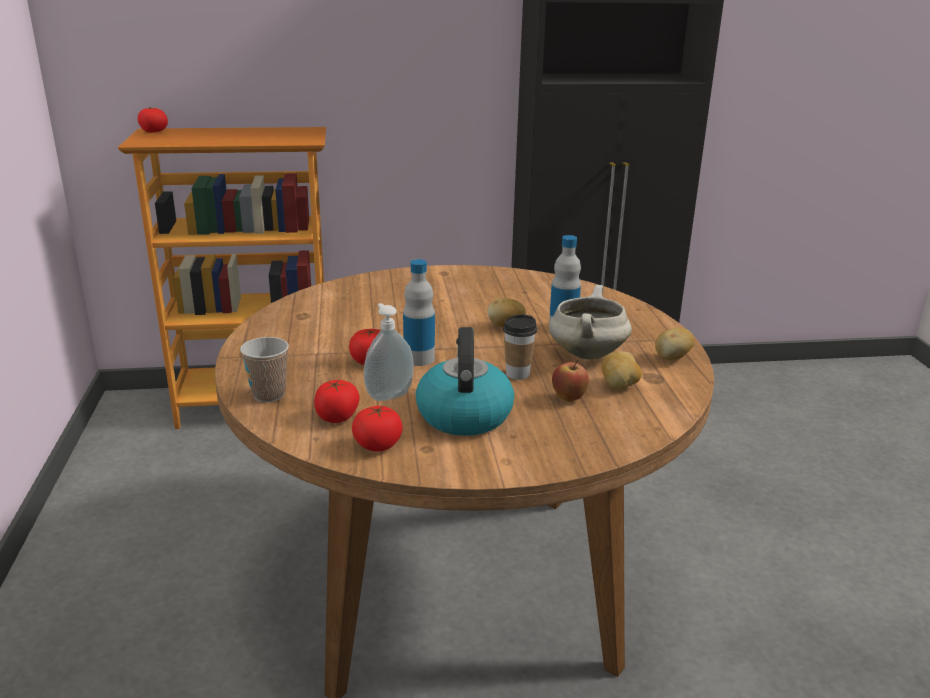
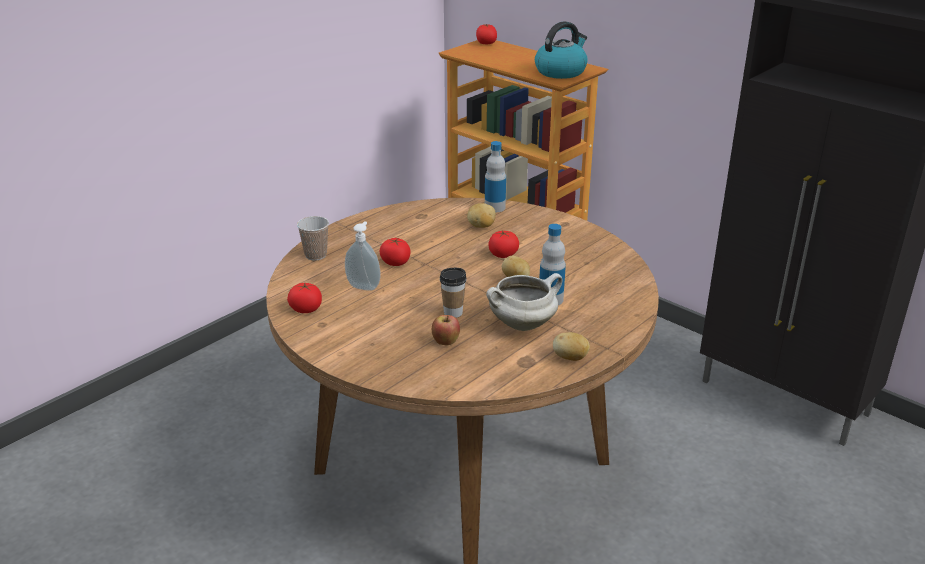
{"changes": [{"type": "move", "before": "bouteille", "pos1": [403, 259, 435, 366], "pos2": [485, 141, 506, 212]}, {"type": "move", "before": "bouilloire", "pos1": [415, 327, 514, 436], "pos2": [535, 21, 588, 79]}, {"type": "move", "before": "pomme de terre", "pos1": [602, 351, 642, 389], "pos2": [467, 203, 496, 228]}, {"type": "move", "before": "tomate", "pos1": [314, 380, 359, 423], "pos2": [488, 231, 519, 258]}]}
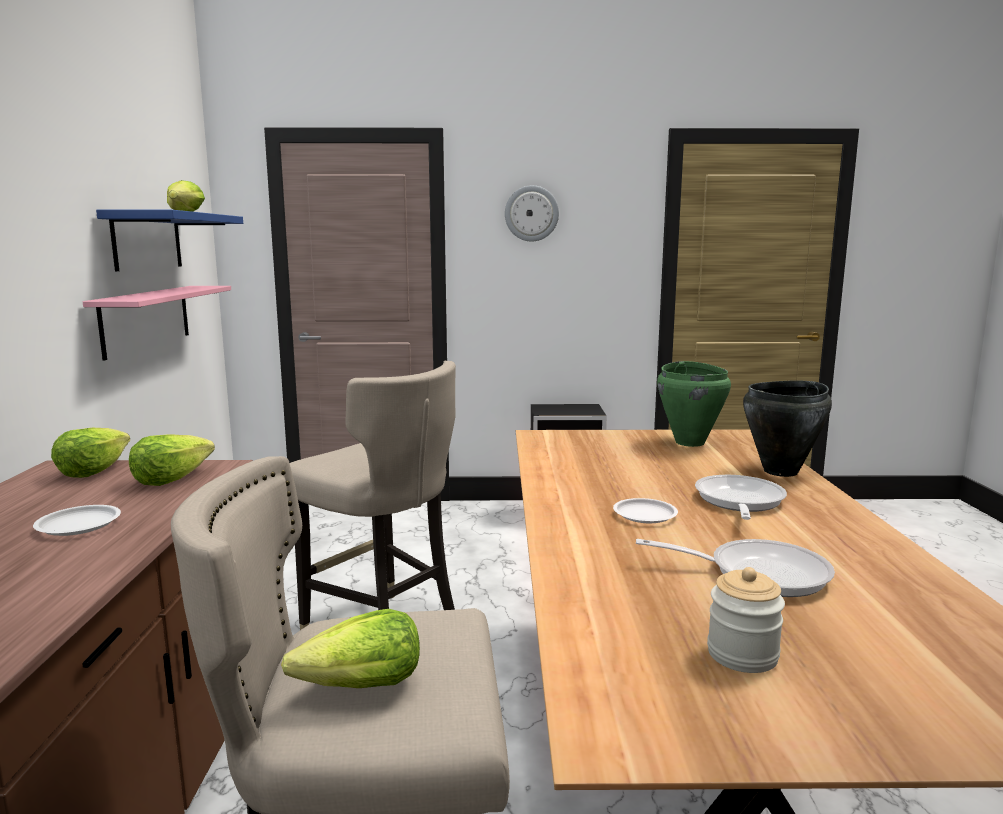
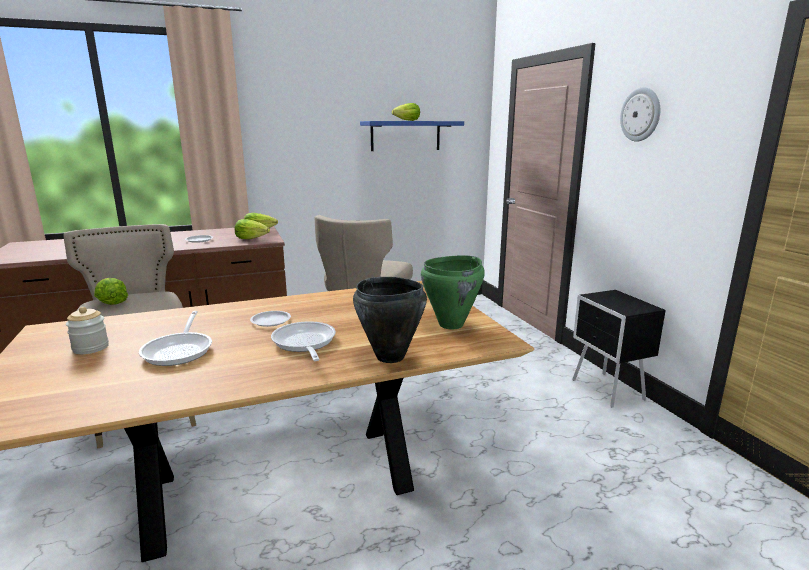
{"changes": [{"type": "delete", "before": "étagère (rose)", "pos1": [83, 286, 231, 361]}, {"type": "rotate", "before": "poêle", "pos1": [695, 475, 787, 520], "pos2": [271, 321, 336, 361], "turn": -105}]}
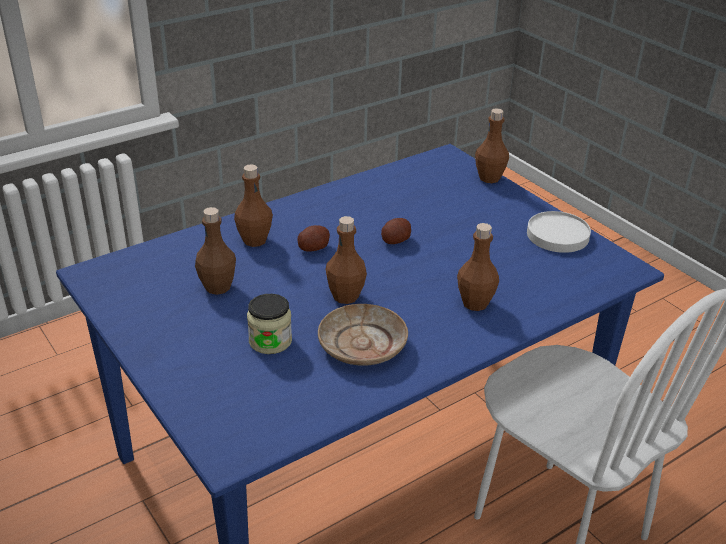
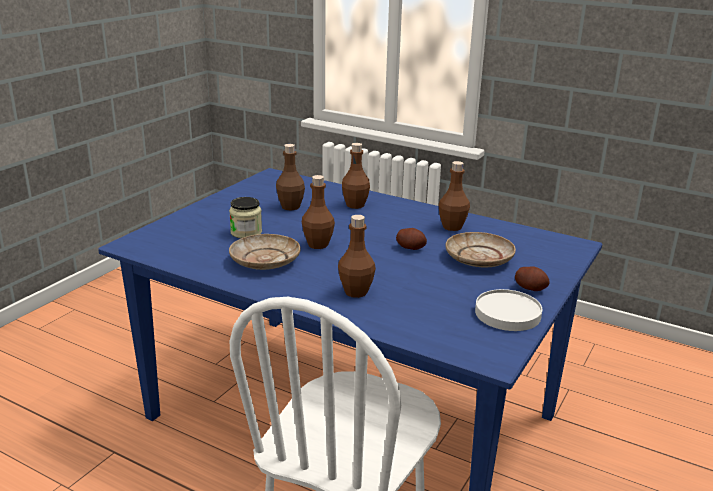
{"changes": [{"type": "move", "before": "bouteille (marron)", "pos1": [475, 108, 509, 183], "pos2": [439, 161, 470, 231]}, {"type": "move", "before": "pomme de terre", "pos1": [298, 225, 330, 252], "pos2": [515, 266, 549, 291]}, {"type": "insert", "after": "assiette (beige)", "pos2": [445, 232, 516, 268]}]}
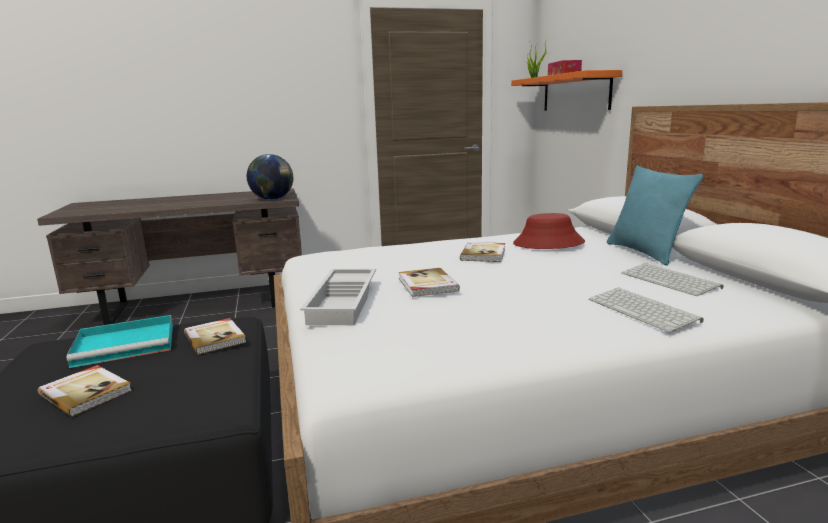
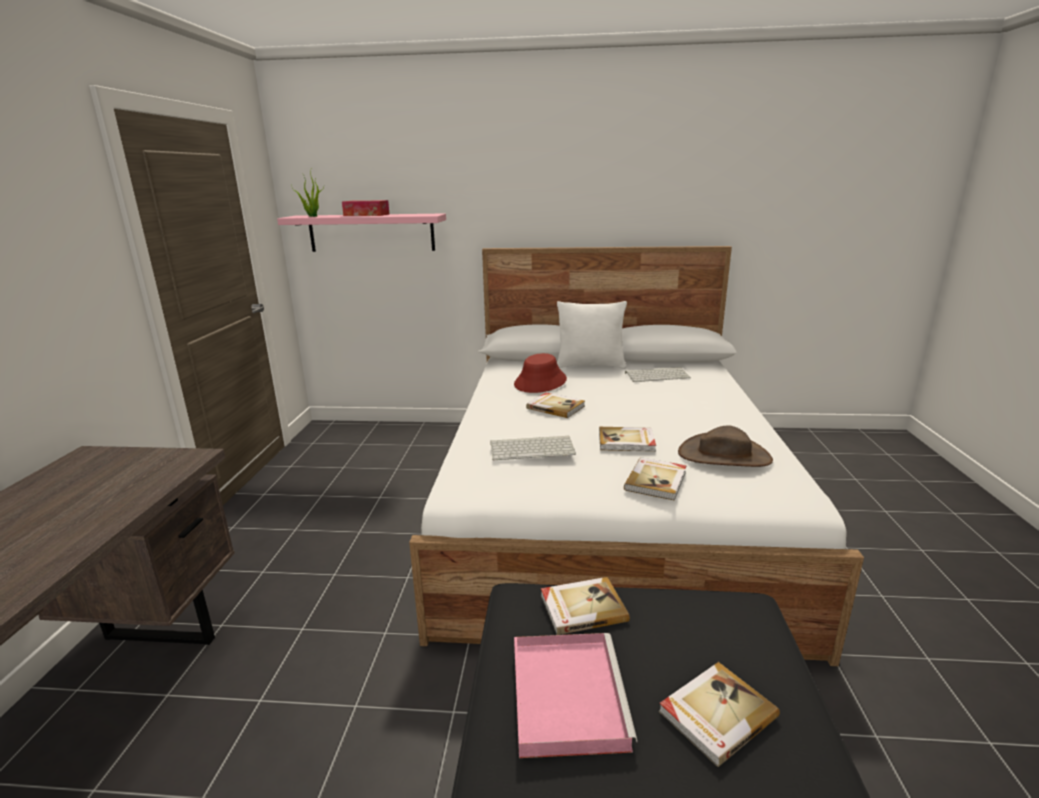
{"changes": [{"type": "recolor", "before": "étagère (orange)", "after": "étagère (rose)", "pos1": [511, 70, 622, 111], "pos2": [277, 213, 446, 252]}, {"type": "delete", "before": "globe", "pos1": [247, 154, 293, 200]}, {"type": "recolor", "before": "coussin (turquoise)", "after": "coussin (blanc)", "pos1": [607, 166, 703, 265], "pos2": [557, 301, 627, 369]}, {"type": "replace", "before": "plateau (blanc)", "after": "livre", "pos1": [300, 269, 376, 325], "pos2": [624, 457, 687, 501]}, {"type": "move", "before": "clavier", "pos1": [589, 287, 704, 332], "pos2": [490, 436, 576, 460]}, {"type": "recolor", "before": "plateau (turquoise)", "after": "plateau (rose)", "pos1": [67, 315, 173, 368], "pos2": [514, 633, 637, 758]}, {"type": "insert", "after": "chapeau (marron)", "pos2": [678, 425, 773, 467]}]}
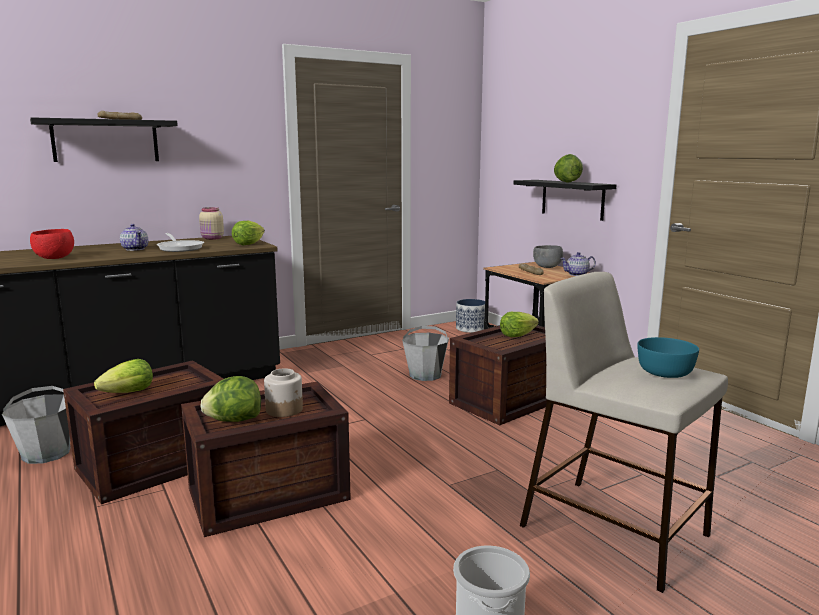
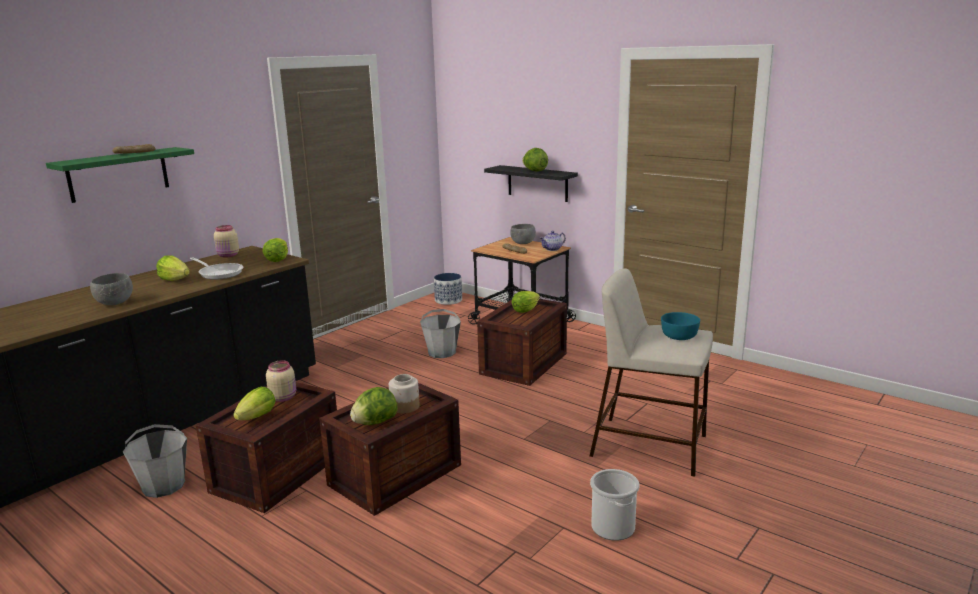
{"changes": [{"type": "recolor", "before": "étagère (noir)", "after": "étagère (vert)", "pos1": [30, 117, 178, 162], "pos2": [46, 147, 194, 203]}, {"type": "replace", "before": "théière", "after": "laitue", "pos1": [120, 224, 148, 251], "pos2": [156, 255, 190, 281]}, {"type": "recolor", "before": "bol (rouge)", "after": "bol (gris)", "pos1": [30, 229, 74, 259], "pos2": [90, 273, 133, 305]}, {"type": "insert", "after": "bocal (beige)", "pos2": [266, 360, 296, 402]}]}
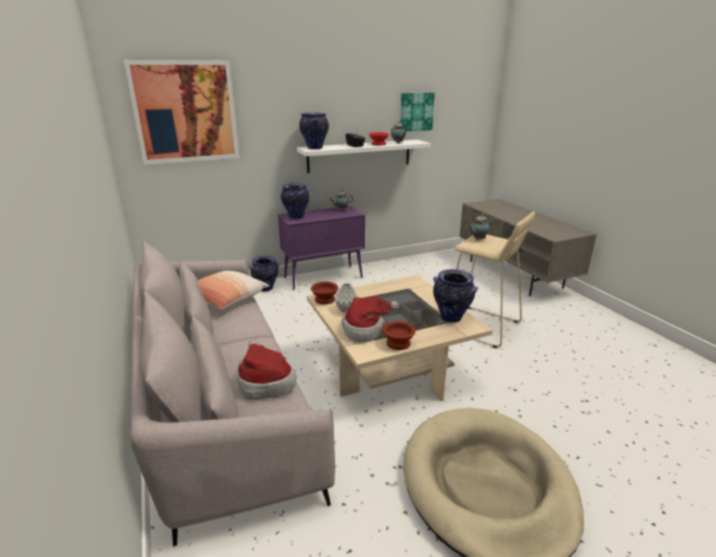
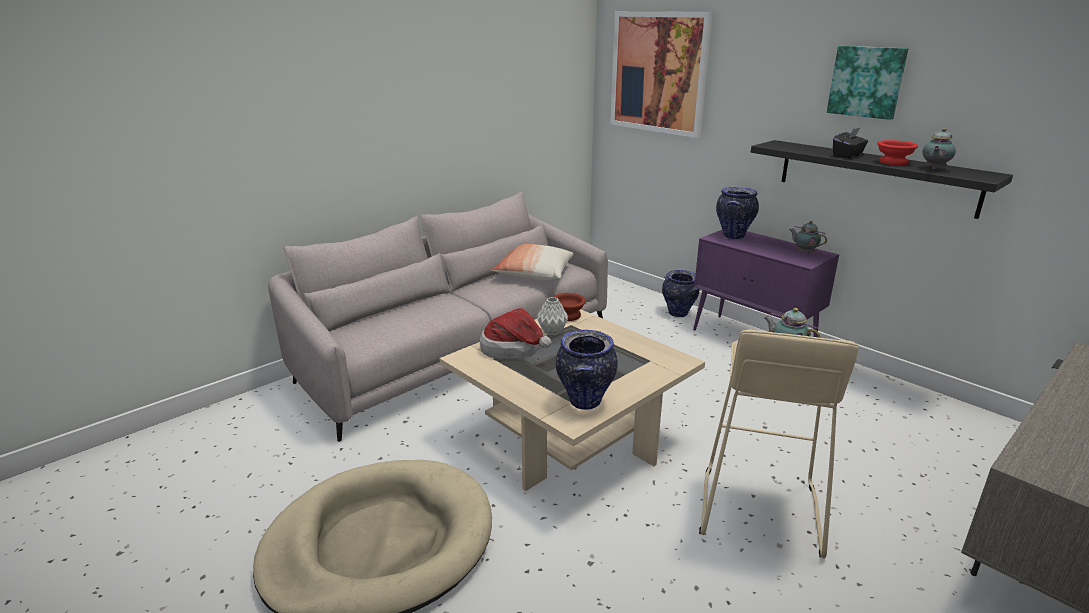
{"changes": [{"type": "move", "before": "tableau", "pos1": [400, 92, 435, 131], "pos2": [827, 46, 908, 120]}, {"type": "delete", "before": "vase", "pos1": [299, 112, 329, 149]}, {"type": "recolor", "before": "étagère (blanc)", "after": "étagère (noir)", "pos1": [297, 140, 431, 173], "pos2": [751, 140, 1013, 219]}, {"type": "delete", "before": "bol (marron)", "pos1": [383, 321, 416, 350]}, {"type": "delete", "before": "chapeau", "pos1": [237, 340, 296, 400]}]}
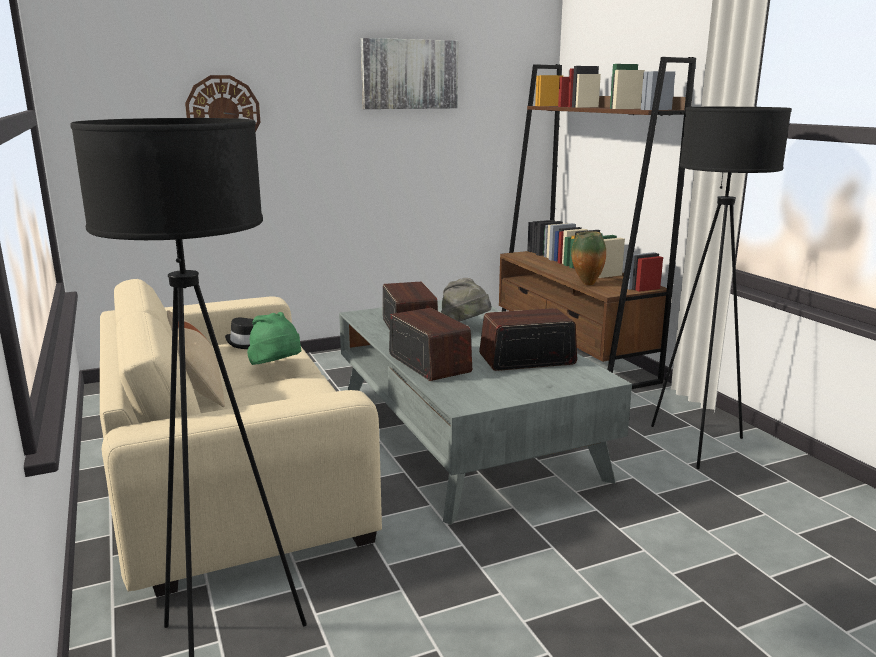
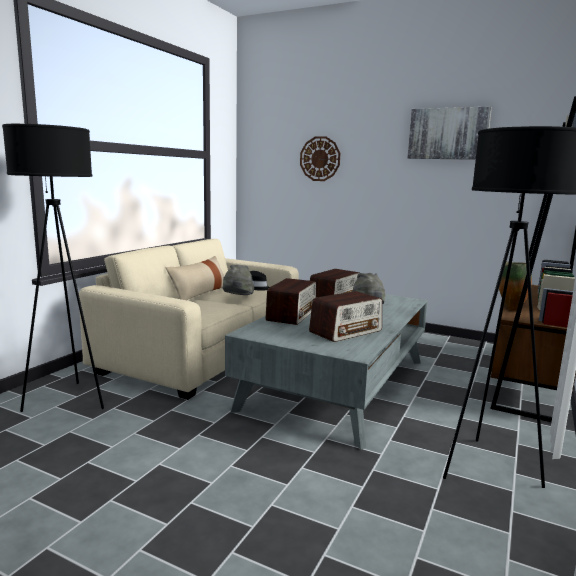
{"changes": [{"type": "rotate", "before": "radio", "pos1": [479, 308, 577, 371], "pos2": [309, 291, 382, 342], "turn": 105}, {"type": "recolor", "before": "chapeau (vert)", "after": "chapeau (gris)", "pos1": [247, 312, 301, 365], "pos2": [223, 265, 254, 295]}]}
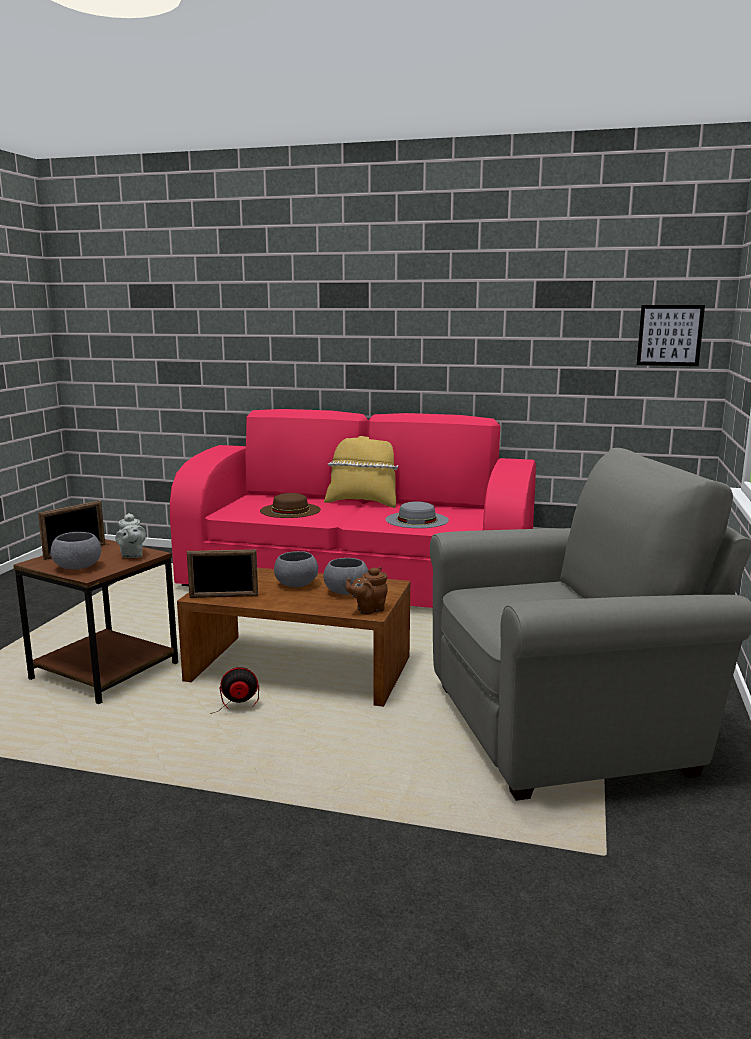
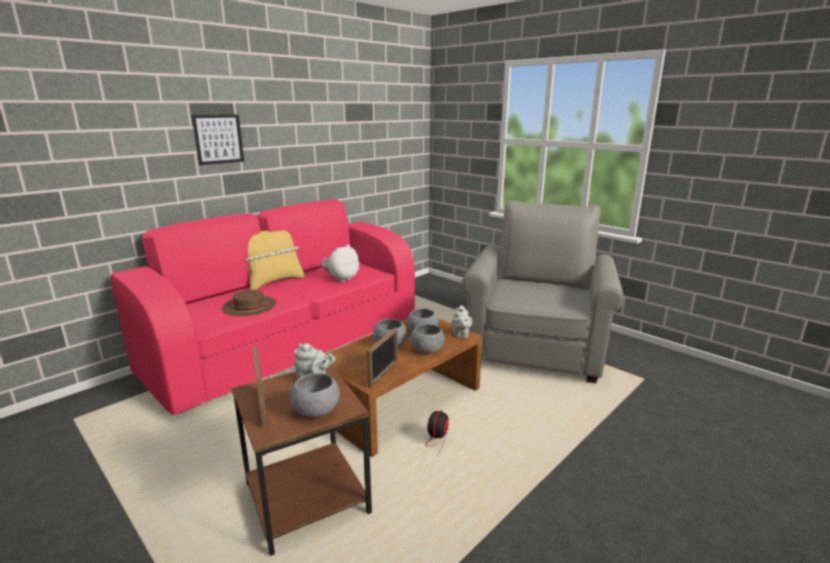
{"changes": [{"type": "move", "before": "tableau", "pos1": [636, 305, 705, 366], "pos2": [192, 115, 244, 165]}, {"type": "replace", "before": "chapeau (gris)", "after": "peluche", "pos1": [385, 501, 449, 528], "pos2": [321, 244, 359, 283]}, {"type": "recolor", "before": "théière (marron)", "after": "théière (gris)", "pos1": [345, 567, 388, 614], "pos2": [451, 305, 472, 338]}, {"type": "insert", "after": "bol (gris)", "pos2": [410, 324, 445, 354]}]}
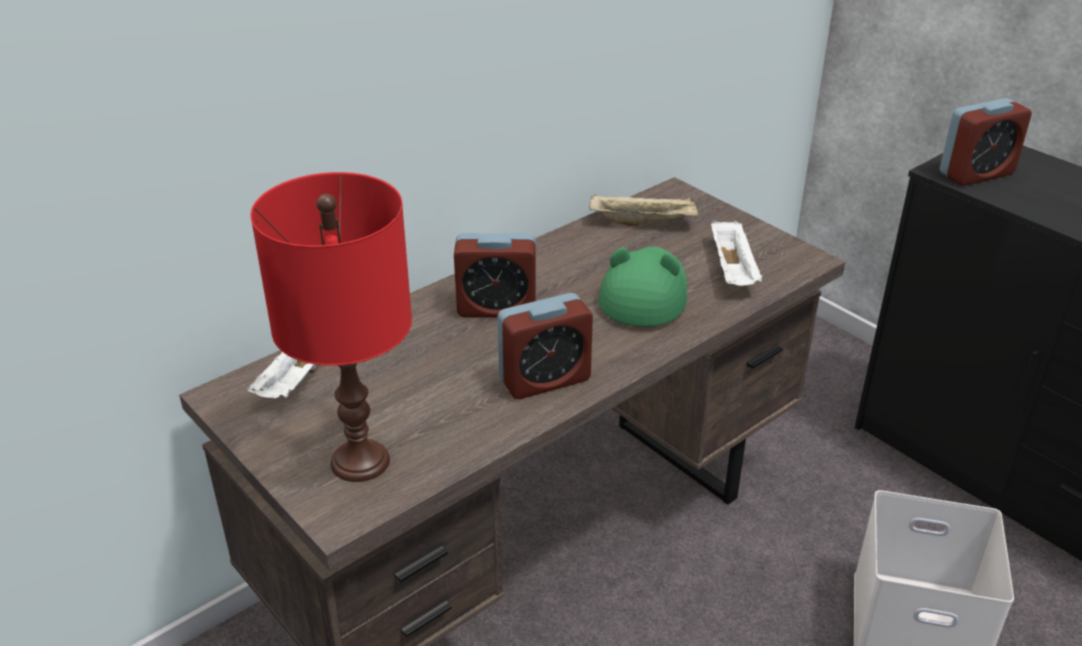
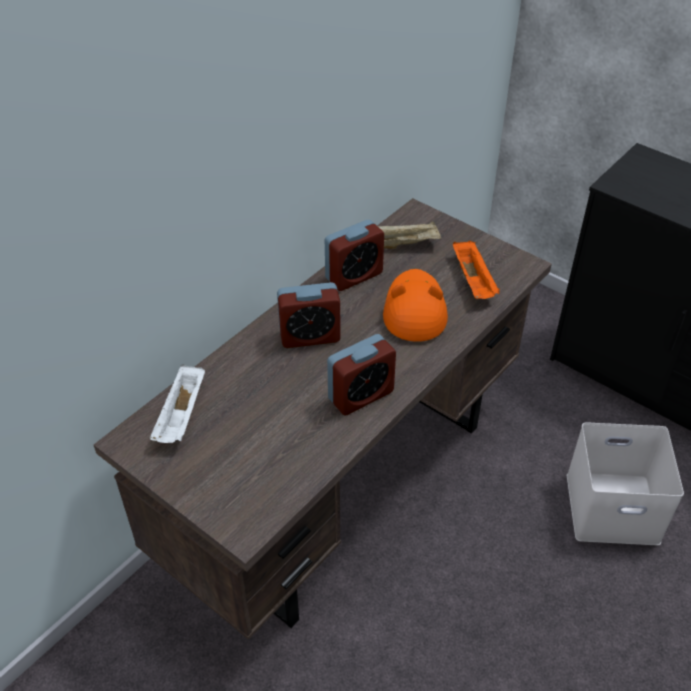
{"changes": [{"type": "move", "before": "réveil", "pos1": [940, 98, 1032, 186], "pos2": [325, 220, 384, 291]}, {"type": "delete", "before": "lampe de table (rouge)", "pos1": [251, 172, 412, 482]}, {"type": "recolor", "before": "plateau (blanc)", "after": "plateau (orange)", "pos1": [711, 219, 762, 286], "pos2": [453, 241, 500, 299]}, {"type": "recolor", "before": "chapeau (vert)", "after": "chapeau (orange)", "pos1": [598, 247, 687, 327], "pos2": [383, 269, 448, 342]}]}
